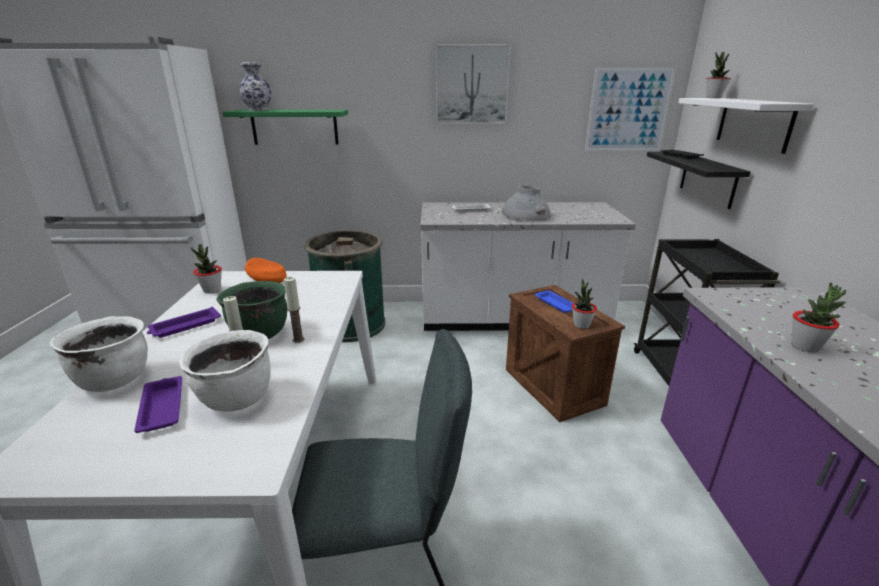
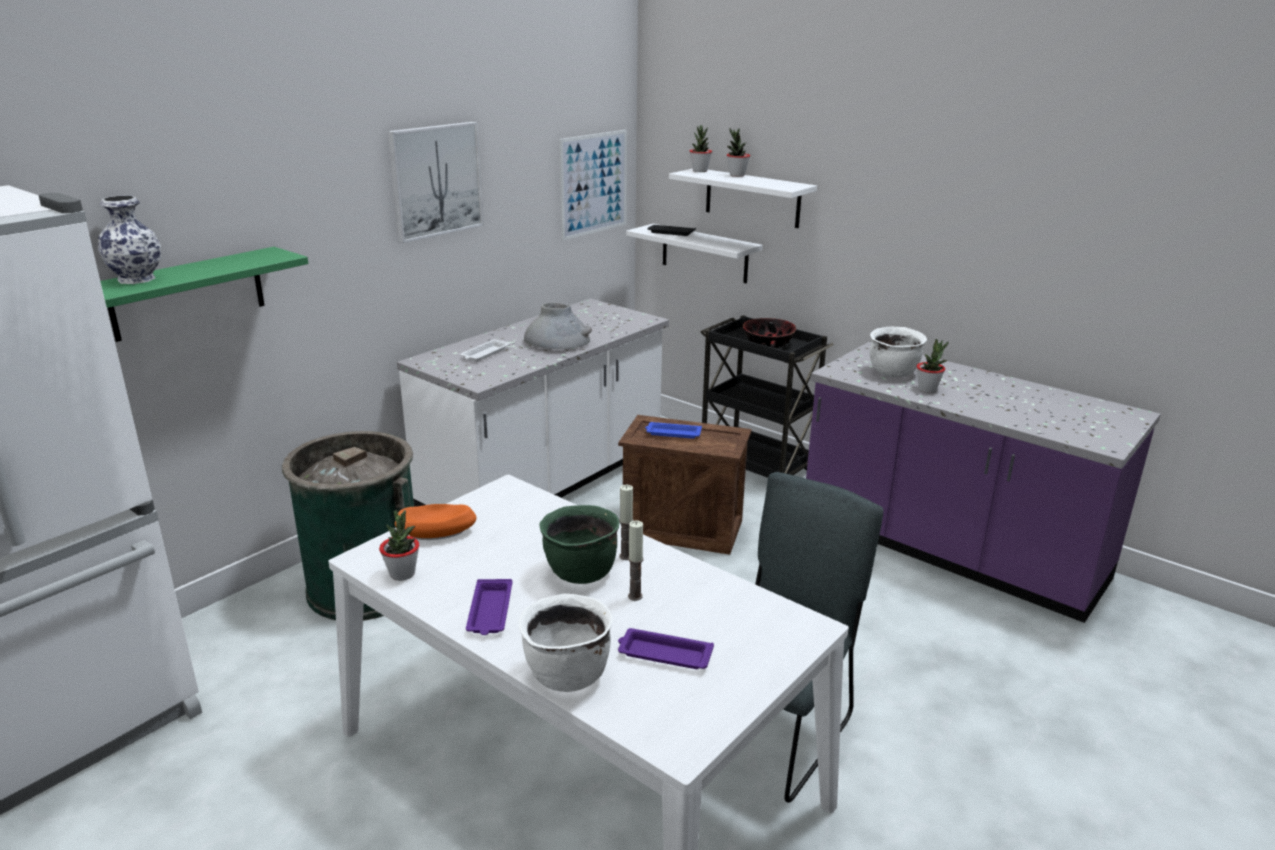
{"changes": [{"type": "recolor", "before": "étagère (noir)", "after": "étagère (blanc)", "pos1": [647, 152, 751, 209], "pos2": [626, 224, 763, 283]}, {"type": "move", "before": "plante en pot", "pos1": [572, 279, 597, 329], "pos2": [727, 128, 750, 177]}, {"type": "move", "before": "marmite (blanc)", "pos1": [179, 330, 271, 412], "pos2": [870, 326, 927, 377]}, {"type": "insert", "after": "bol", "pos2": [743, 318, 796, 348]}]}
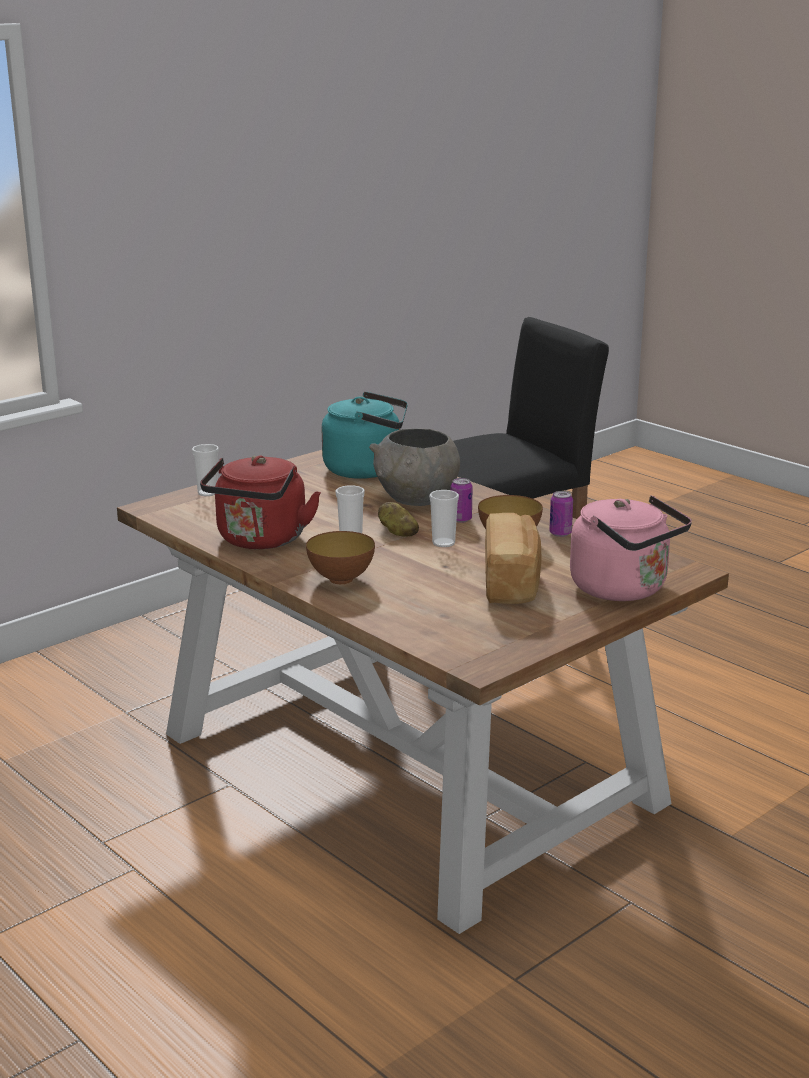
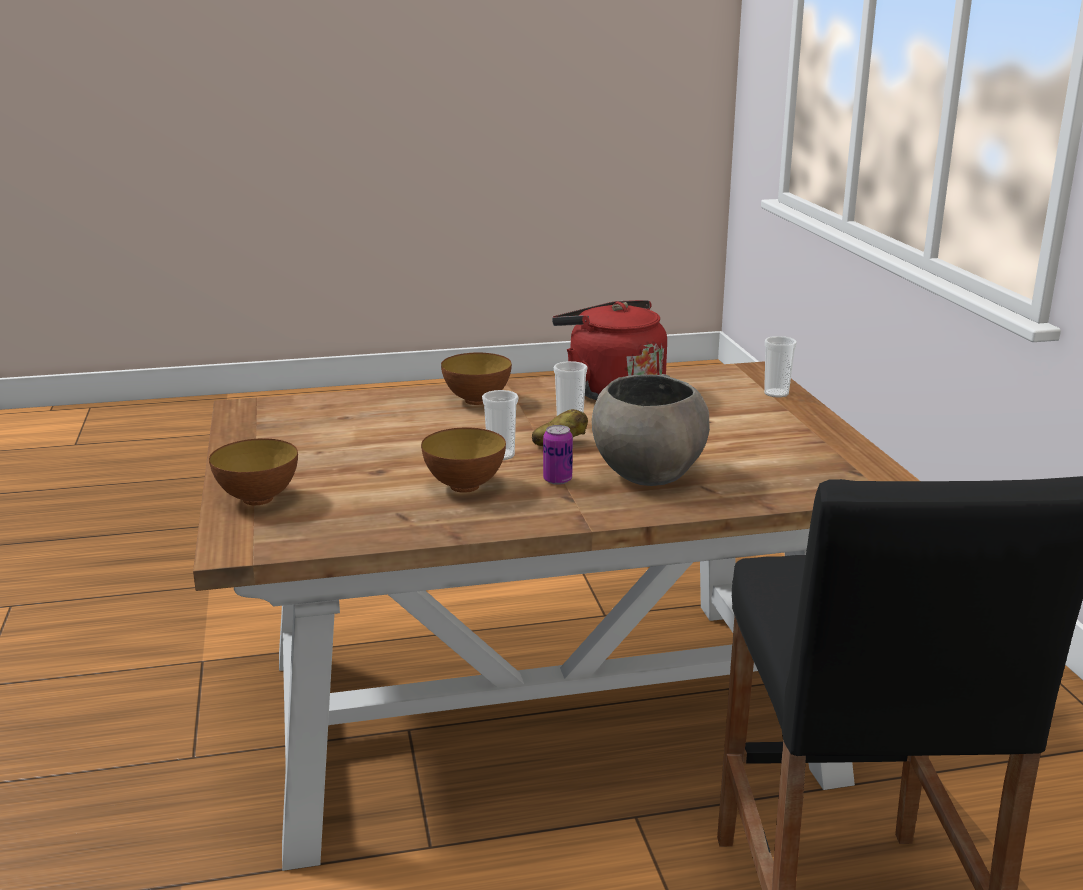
{"changes": [{"type": "delete", "before": "bouilloire (turquoise)", "pos1": [322, 392, 408, 479]}, {"type": "delete", "before": "boîte métallique", "pos1": [549, 491, 573, 537]}, {"type": "replace", "before": "bouilloire (rose)", "after": "bol", "pos1": [570, 495, 692, 601], "pos2": [209, 438, 298, 505]}, {"type": "delete", "before": "pain", "pos1": [485, 513, 542, 604]}]}
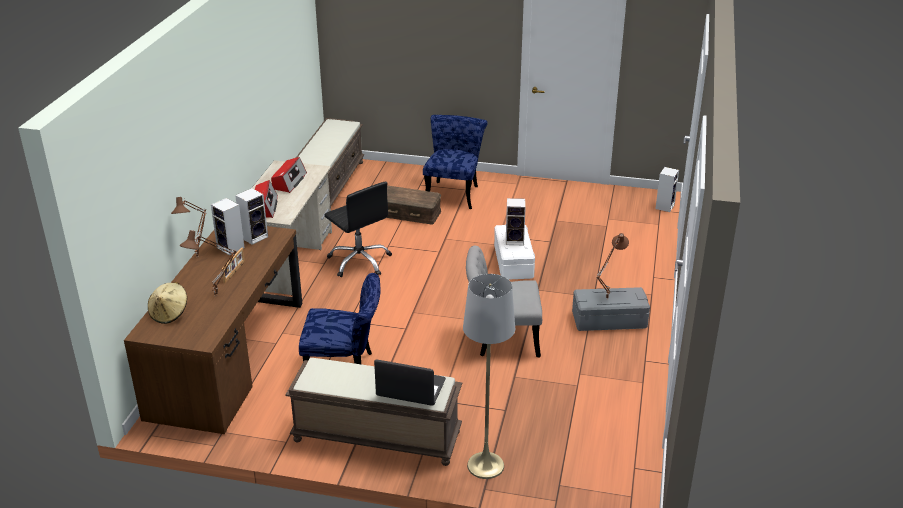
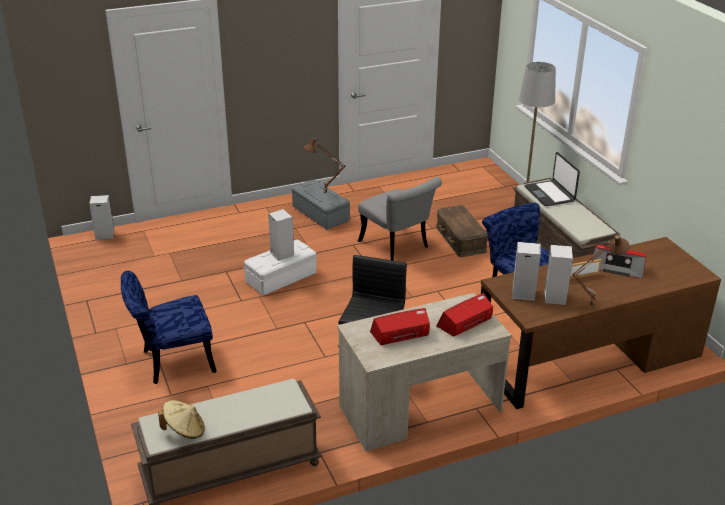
{"changes": [{"type": "move", "before": "boîte de rangement (marron)", "pos1": [387, 186, 441, 224], "pos2": [436, 205, 488, 257]}, {"type": "replace", "before": "lampe de table (marron)", "after": "radio", "pos1": [180, 230, 237, 296], "pos2": [592, 245, 646, 279]}, {"type": "move", "before": "chapeau (beige)", "pos1": [148, 282, 187, 324], "pos2": [158, 400, 205, 439]}]}
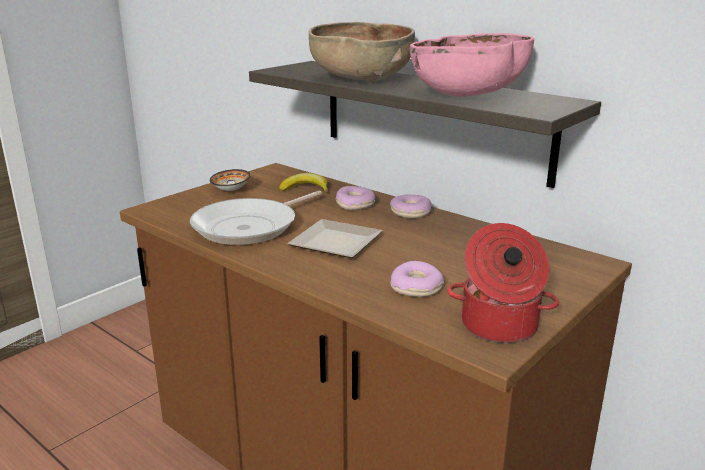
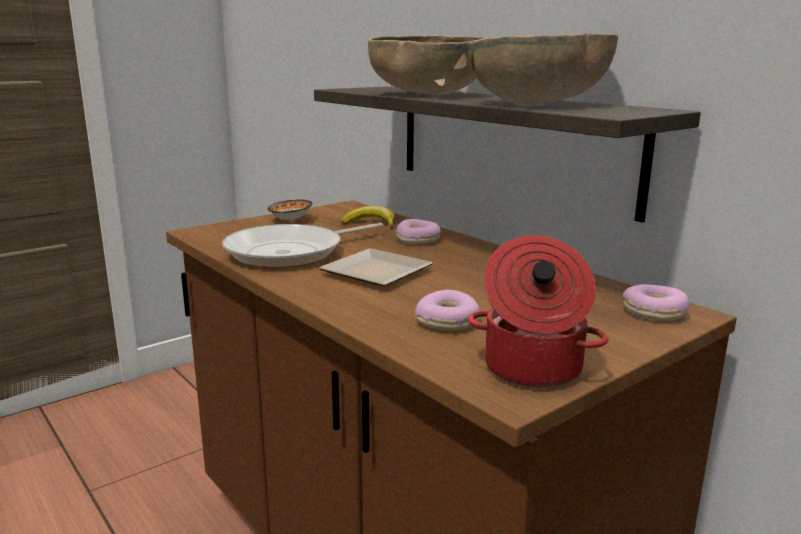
{"changes": [{"type": "recolor", "before": "bol (rose)", "after": "bol (marron)", "pos1": [410, 33, 534, 97], "pos2": [468, 33, 618, 104]}, {"type": "move", "before": "beignet", "pos1": [390, 195, 432, 218], "pos2": [622, 284, 689, 321]}]}
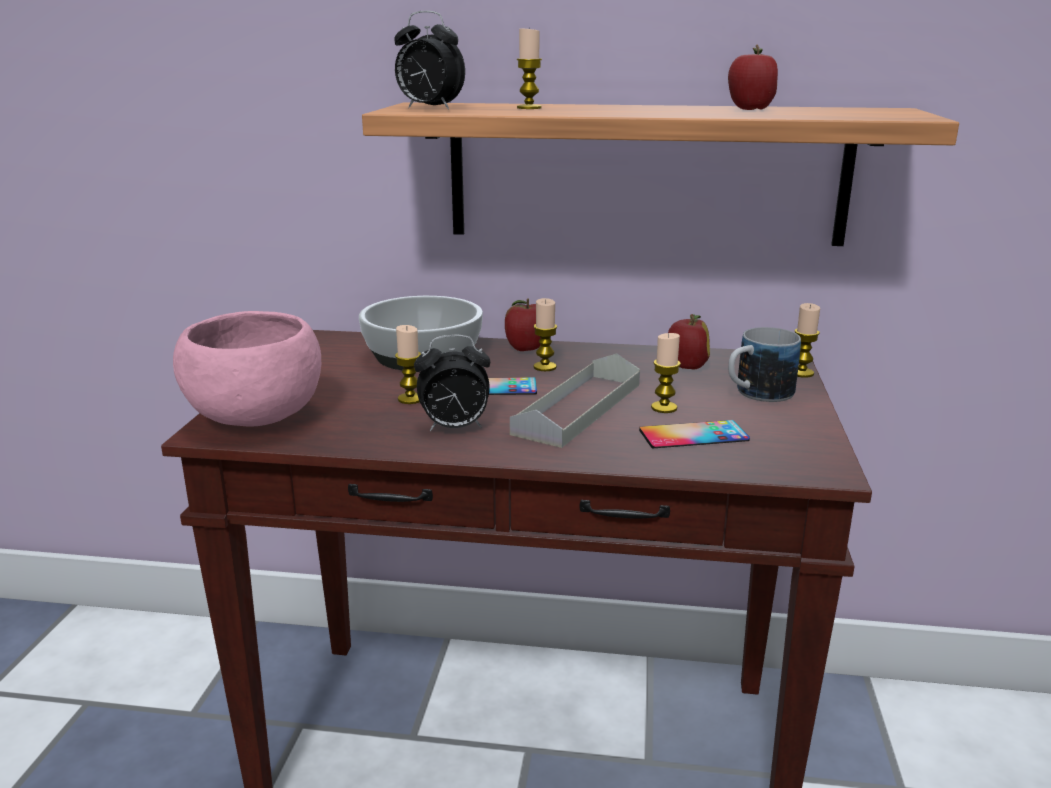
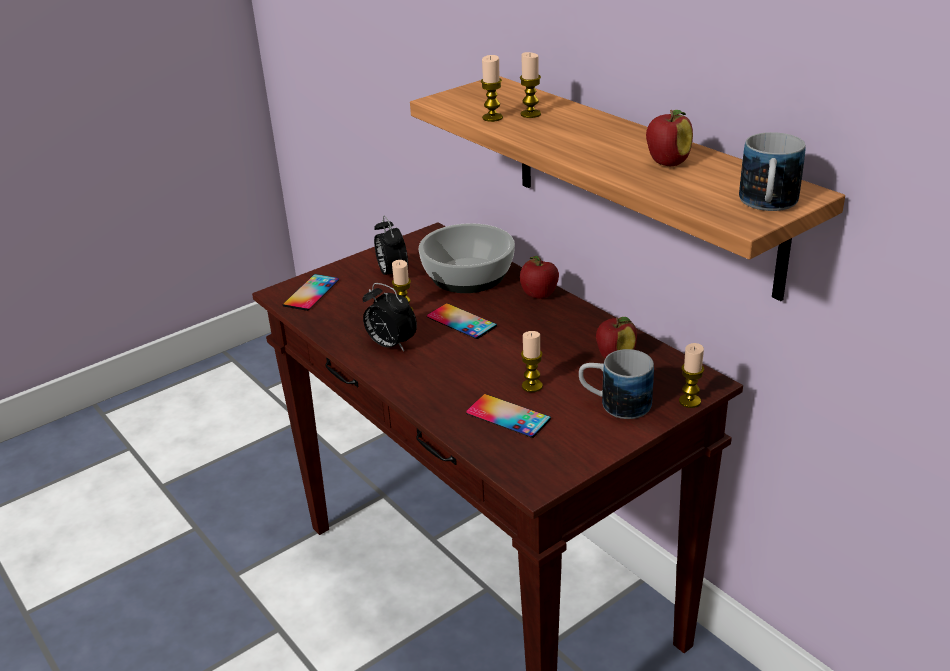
{"changes": [{"type": "move", "before": "réveil", "pos1": [394, 11, 465, 110], "pos2": [374, 216, 408, 275]}, {"type": "move", "before": "bougie", "pos1": [533, 298, 557, 371], "pos2": [481, 55, 503, 122]}, {"type": "replace", "before": "bol (rose)", "after": "téléphone", "pos1": [173, 311, 321, 426], "pos2": [282, 274, 339, 311]}, {"type": "delete", "before": "plateau (gris)", "pos1": [510, 353, 640, 448]}, {"type": "insert", "after": "mug", "pos2": [739, 132, 806, 211]}]}
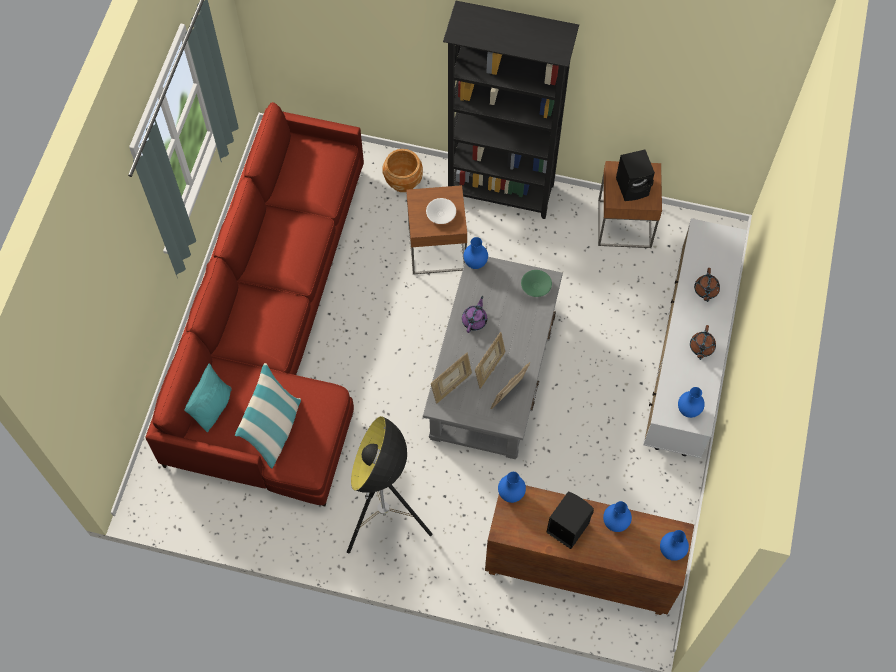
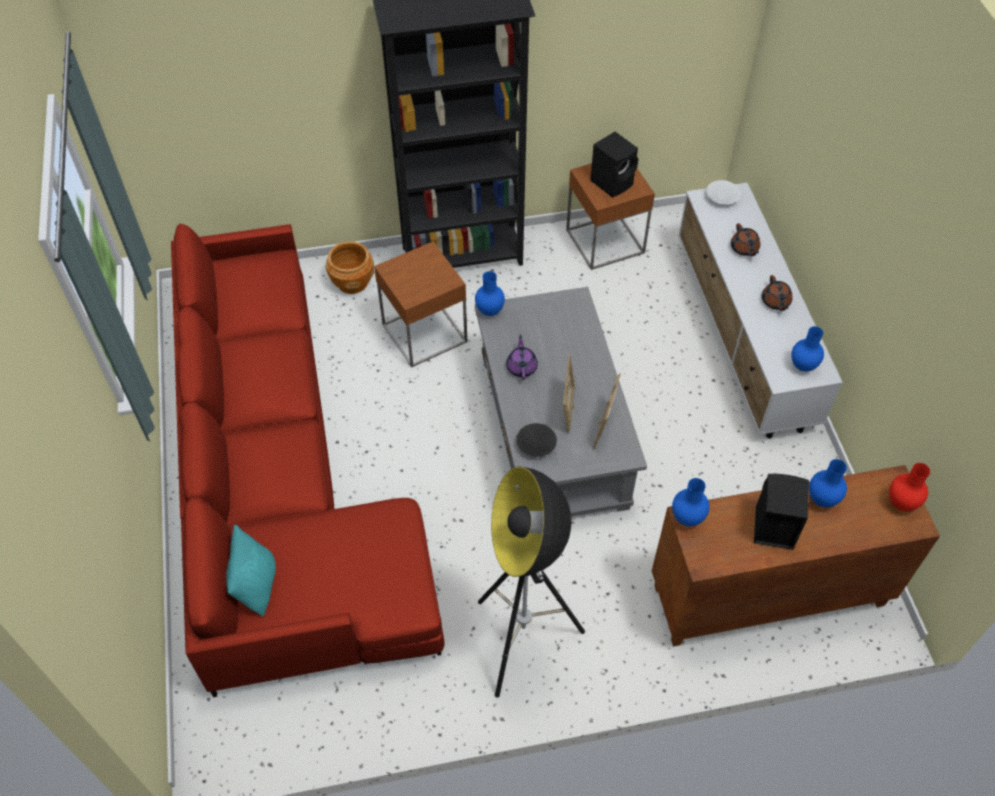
{"changes": [{"type": "move", "before": "bol (blanc)", "pos1": [426, 198, 456, 224], "pos2": [706, 180, 741, 205]}, {"type": "delete", "before": "bol (vert)", "pos1": [521, 270, 552, 297]}, {"type": "replace", "before": "cadre photo", "after": "bol (noir)", "pos1": [431, 353, 472, 404], "pos2": [516, 423, 557, 457]}, {"type": "delete", "before": "coussin", "pos1": [235, 363, 301, 468]}, {"type": "recolor", "before": "vase (bleu)", "after": "vase (rouge)", "pos1": [660, 530, 689, 561], "pos2": [889, 463, 930, 511]}]}
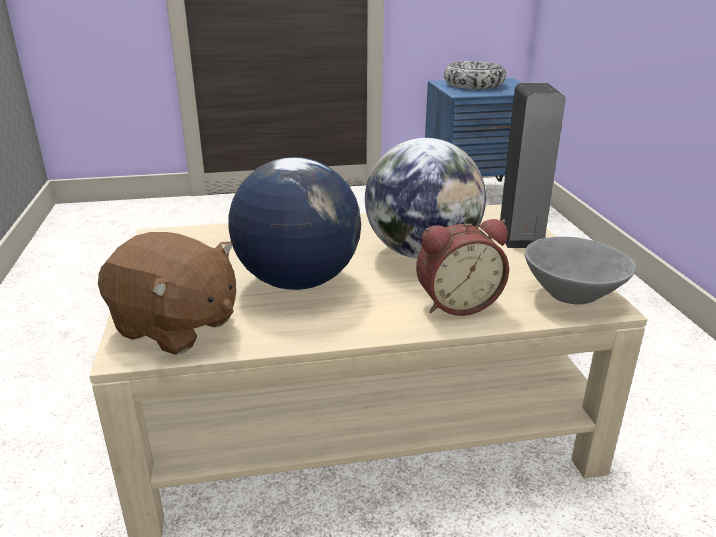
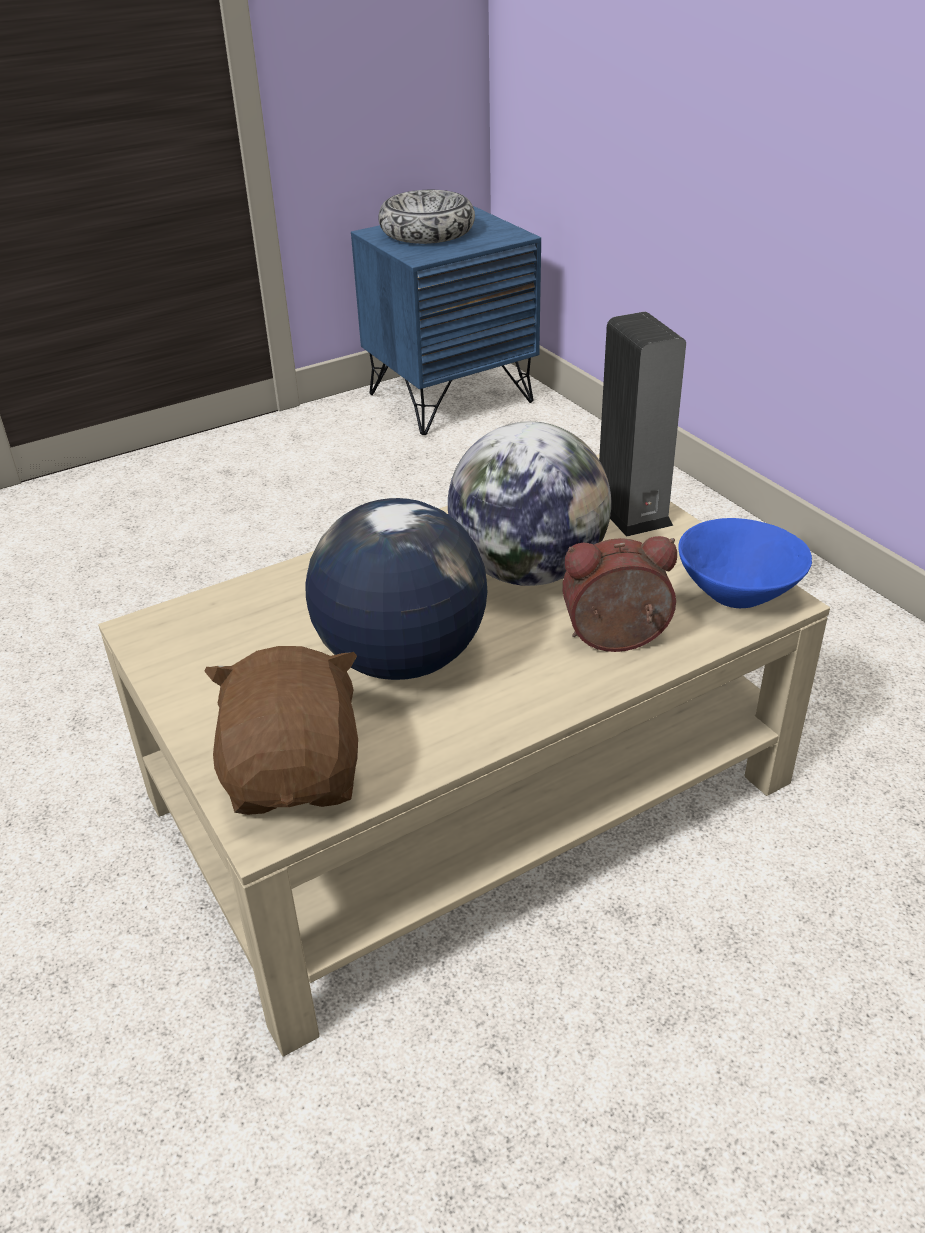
{"changes": [{"type": "rotate", "before": "réveil", "pos1": [416, 219, 509, 316], "pos2": [562, 536, 677, 652], "turn": -150}, {"type": "rotate", "before": "peluche (marron)", "pos1": [98, 232, 236, 355], "pos2": [204, 646, 358, 815], "turn": -105}, {"type": "recolor", "before": "bol (gris)", "after": "bol (bleu)", "pos1": [525, 237, 636, 305], "pos2": [678, 518, 812, 608]}]}
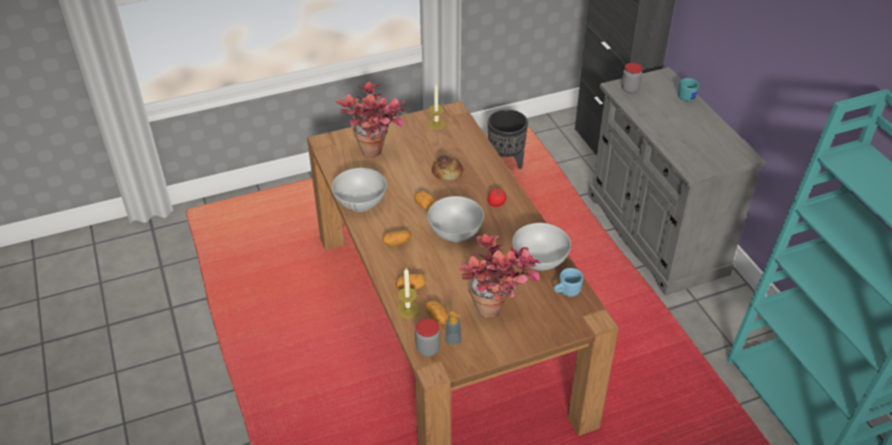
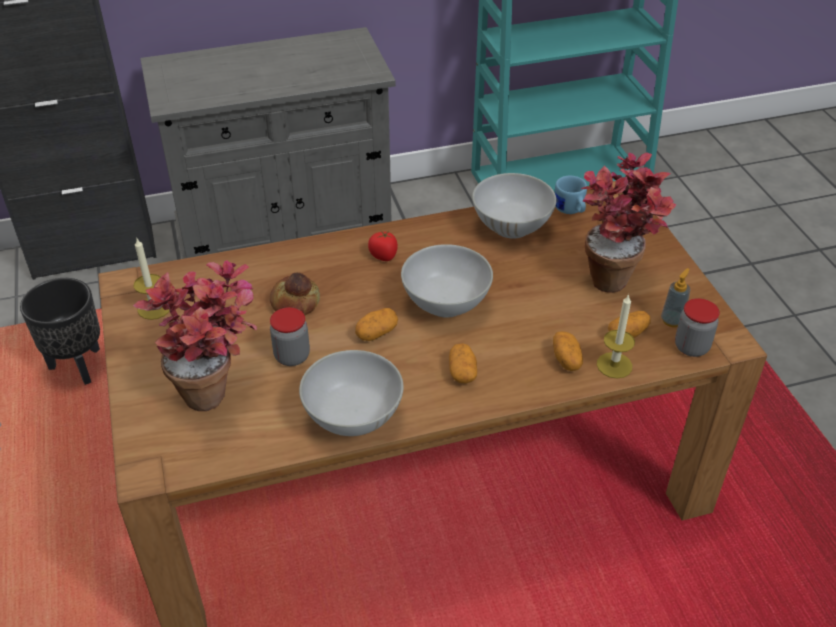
{"changes": [{"type": "move", "before": "bocal", "pos1": [621, 63, 643, 94], "pos2": [270, 307, 310, 366]}, {"type": "delete", "before": "mug (turquoise)", "pos1": [678, 78, 699, 101]}]}
